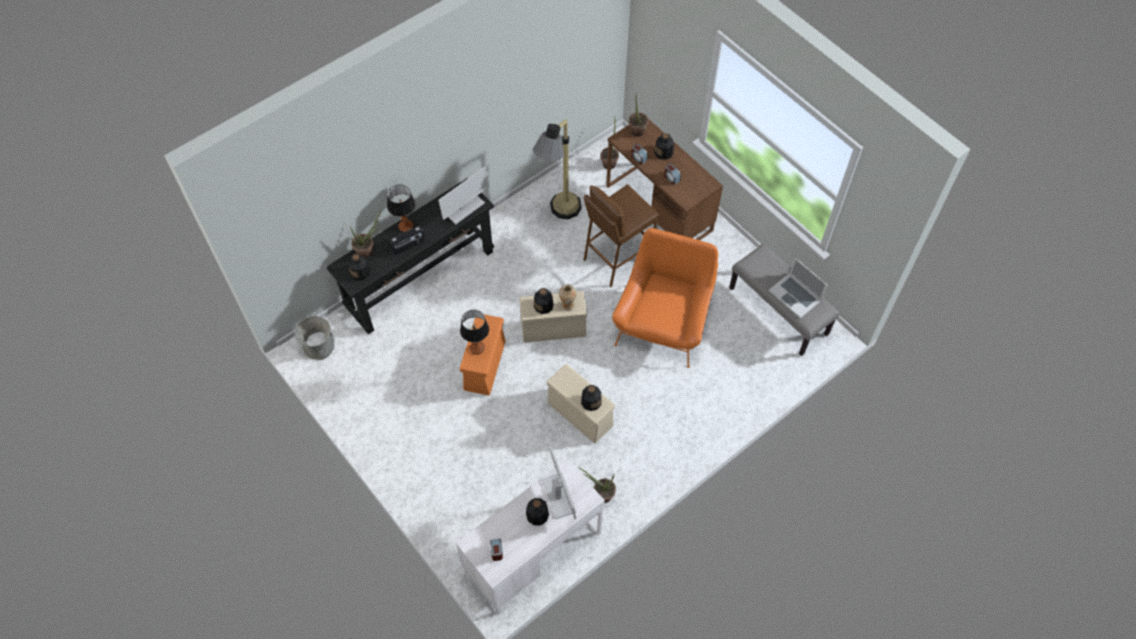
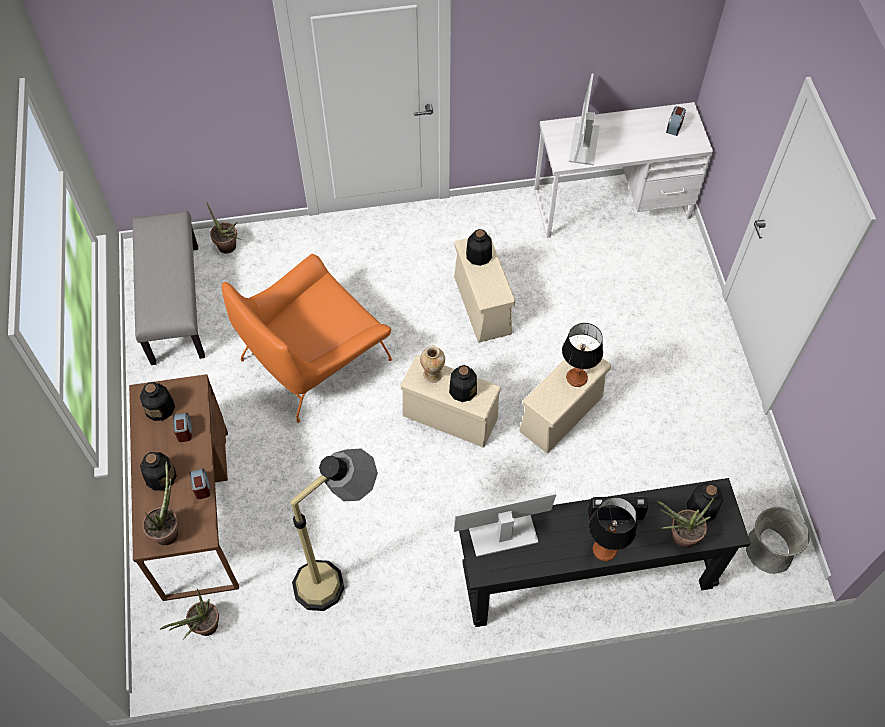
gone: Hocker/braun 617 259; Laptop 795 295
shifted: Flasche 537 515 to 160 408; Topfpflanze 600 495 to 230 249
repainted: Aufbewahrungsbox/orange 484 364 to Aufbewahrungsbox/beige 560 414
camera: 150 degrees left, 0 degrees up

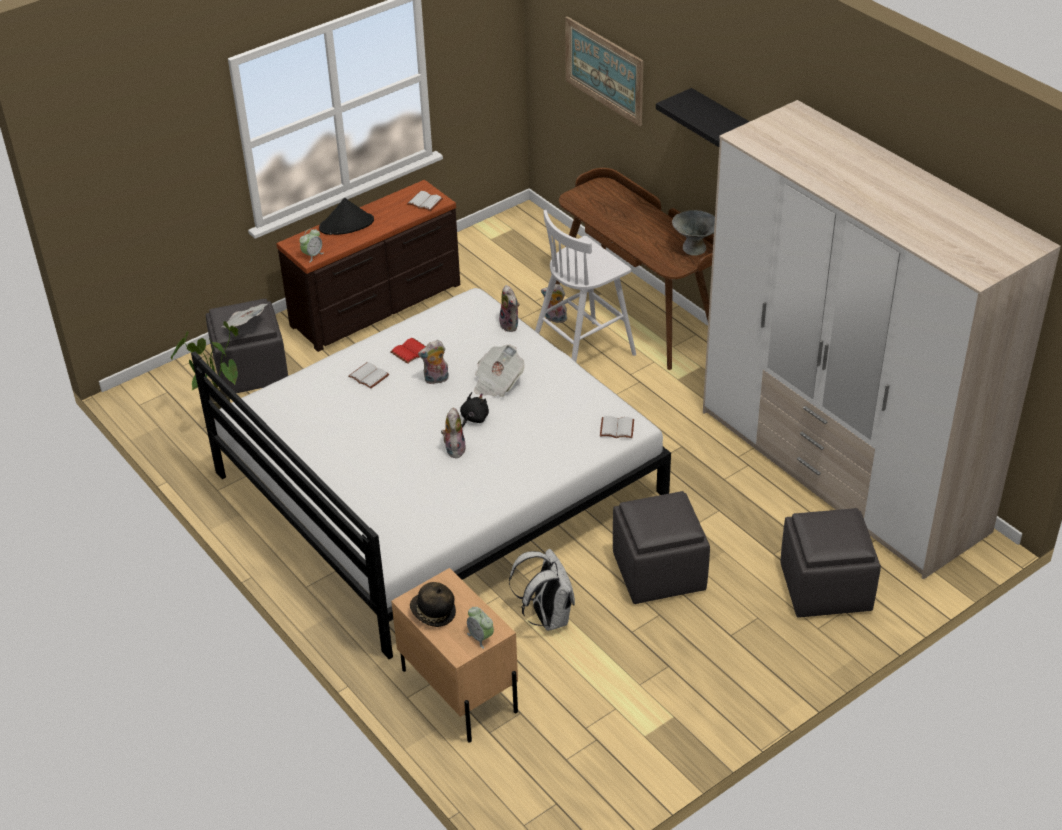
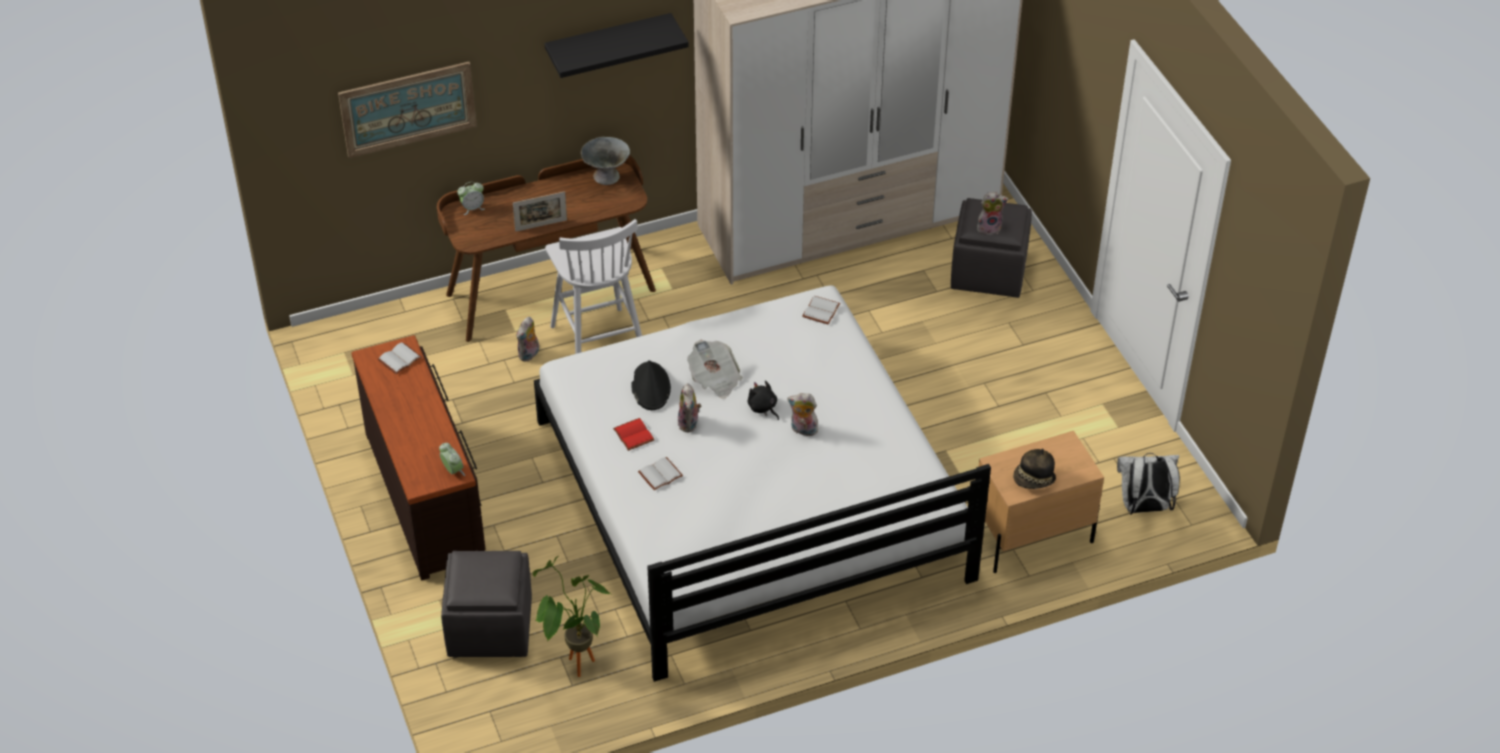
gone: Zeitung 246 326; Polsterhocker/grau 658 573
new: Bilderrahmen 541 225
shifted: Wecker 480 637 to 472 208; Hut/schwarz 347 224 to 650 387; Plüschtier 511 325 to 989 227; Rucksack/weiß 547 617 to 1143 507
camera: 75 degrees left, 5 degrees up

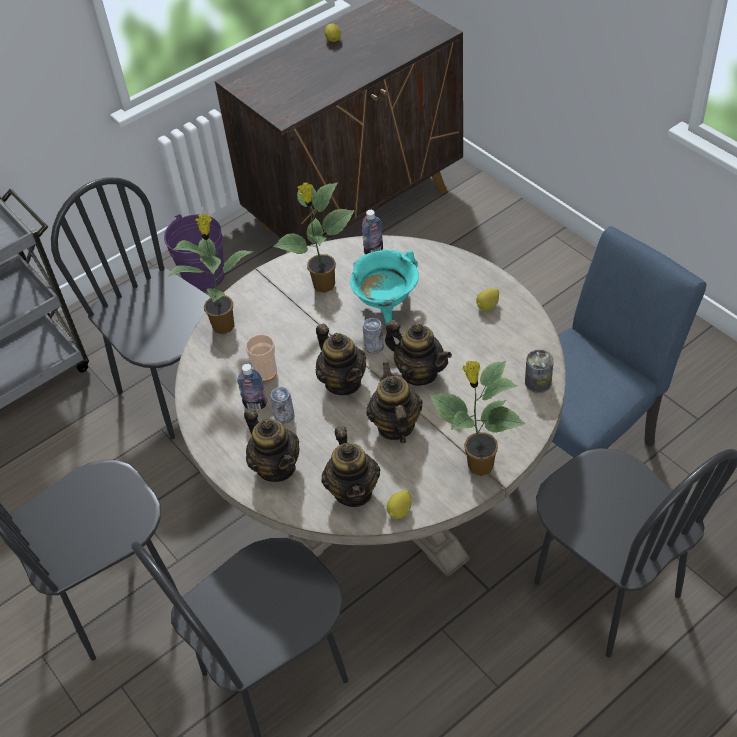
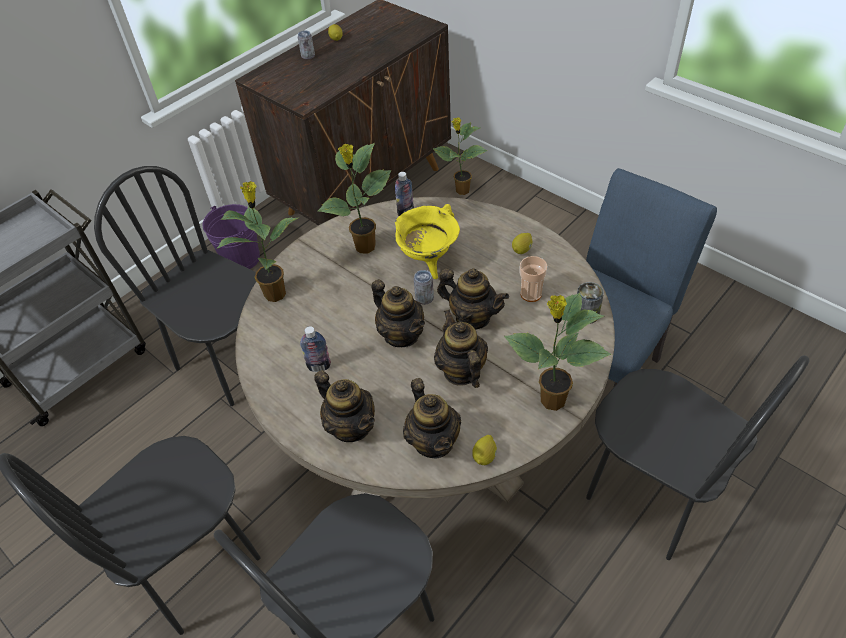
new: Topfpflanze 461 191
shifted: Dose 284 416 to 308 56; Tasse 265 373 to 531 294
repainted: Kochtopf/türkis 386 308 to Kochtopf/gelb 428 261
camera: 10 degrees left, 0 degrees up

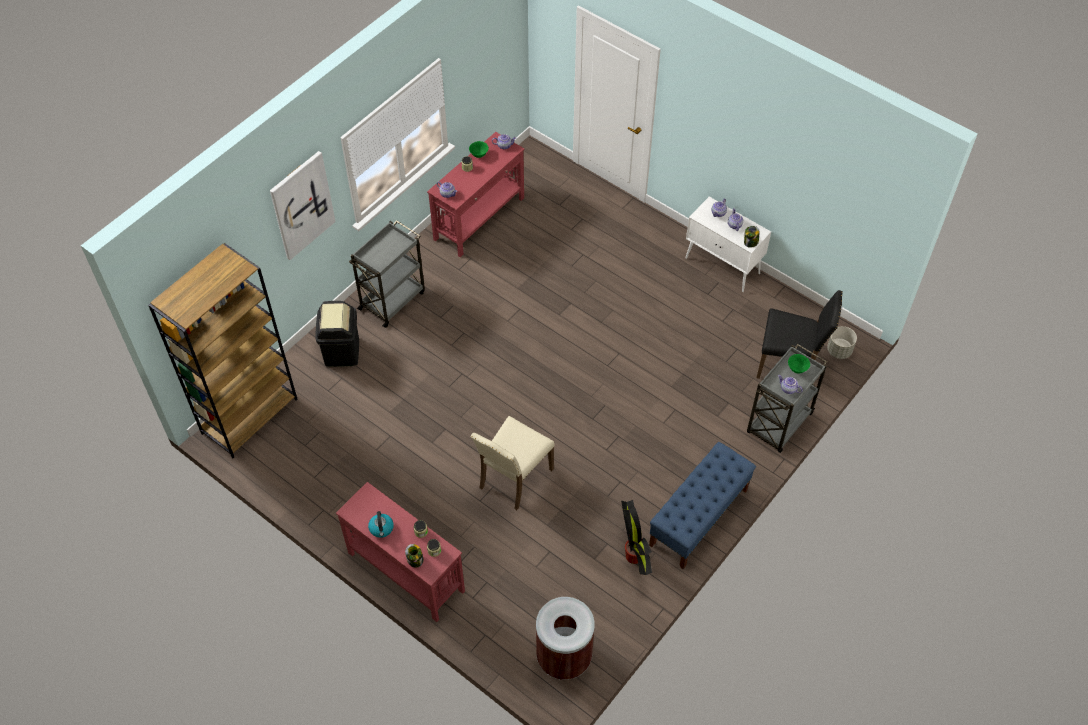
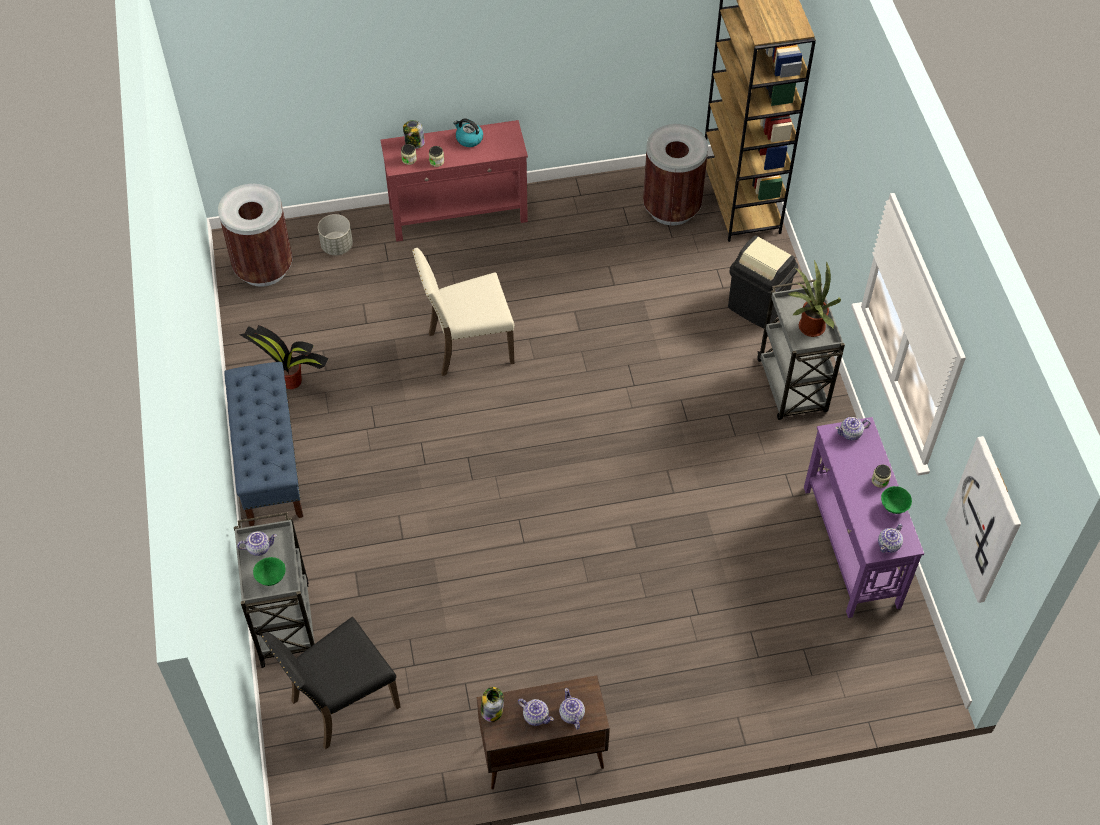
new: Mülleimer/braun 671 208; Topfpflanze 808 327
shifted: Pflanzkübel/grau 839 350 to 337 246; Bild 302 205 to 985 520
repainted: Schrank/weiß 723 266 to Schrank/braun 541 756; Konsolentisch/rot 480 218 to Konsolentisch/lila 850 547
rotated: Stuhl/beige 513 479 = 468 346 90 degrees counterclockwise
camera: 130 degrees right, 0 degrees up

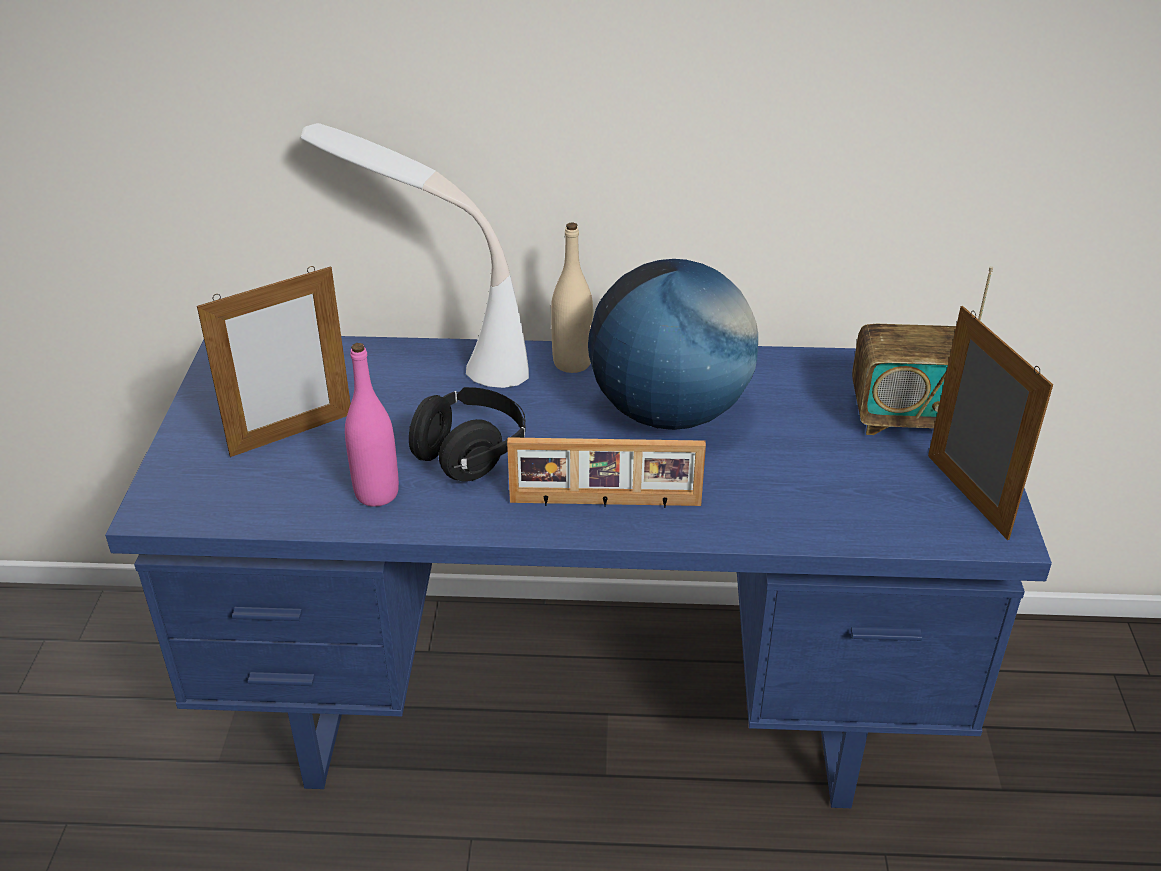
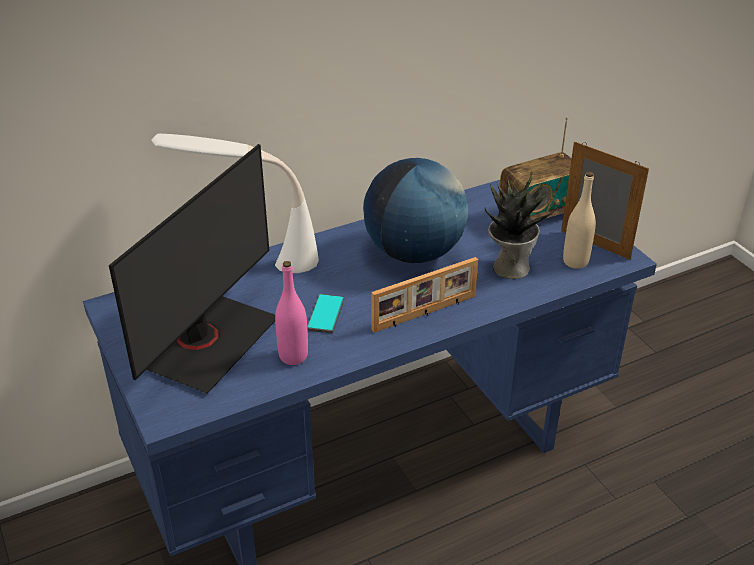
new: Topfpflanze 509 267
shifted: Flasche/beige 572 363 to 575 261
swapped: Bilderrahmen 292 434 to Monitor 206 342; Kopfhörer/schwarz 470 453 to Handy 326 314
camera: 30 degrees left, 0 degrees up

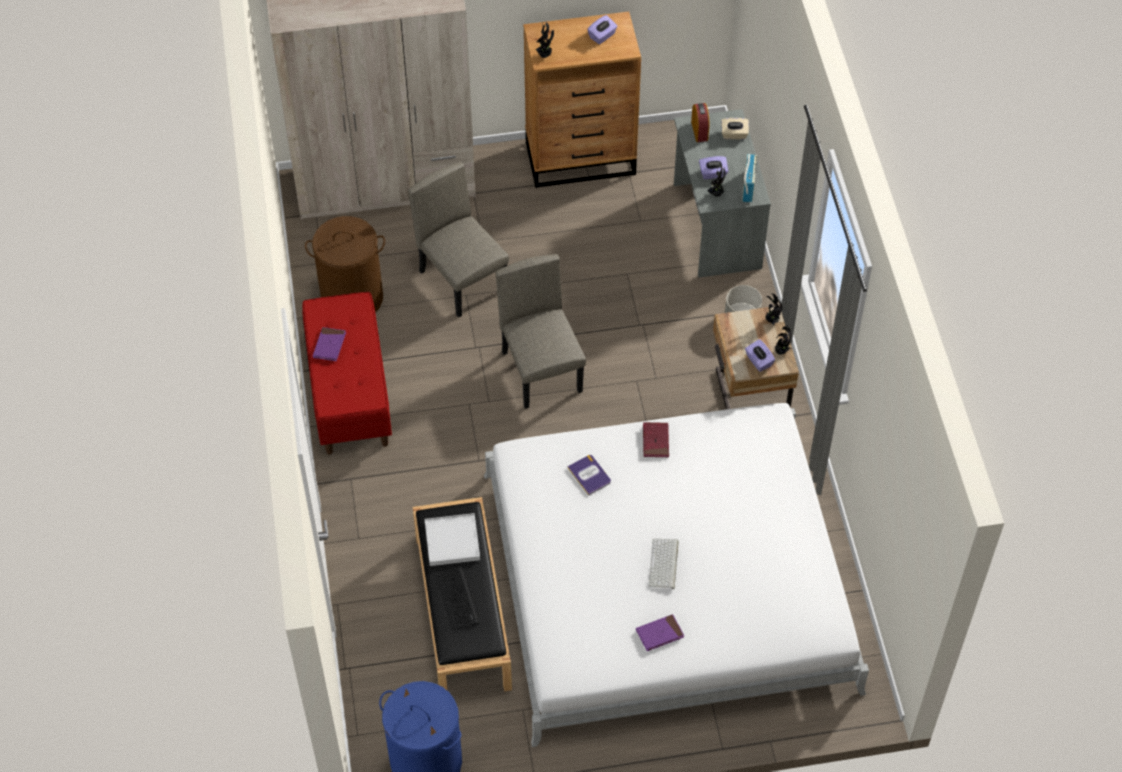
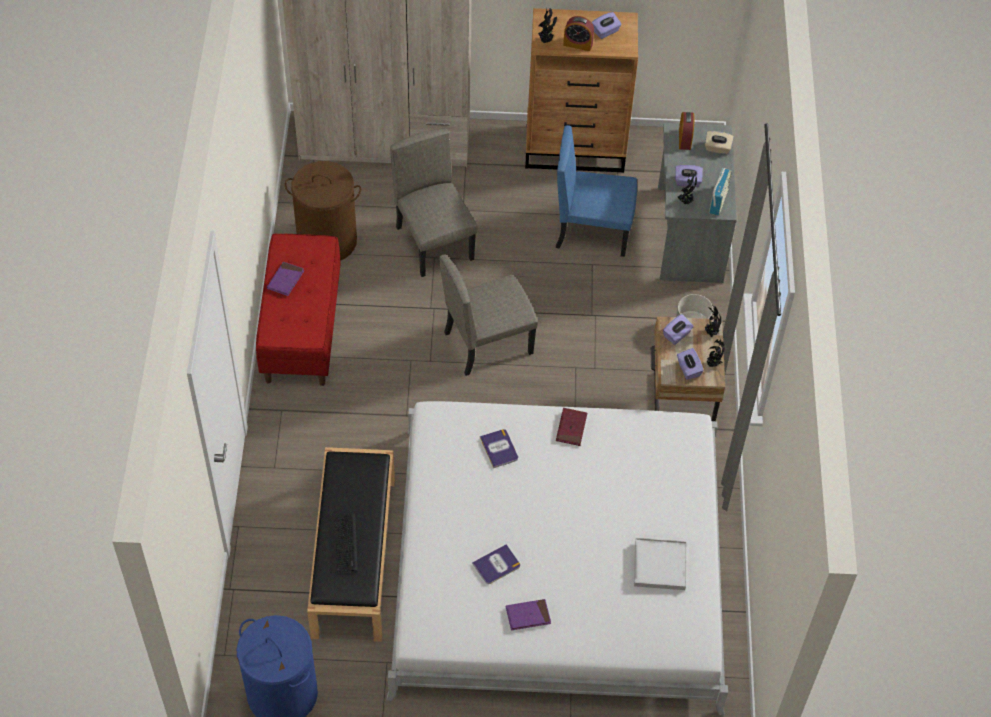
gone: Tastatur 664 564
new: Buch 496 565; Stuhl/blau 593 230; Wecker 578 44; Taschentuchbox/lila 677 335
shifted: Tablett/weiß 452 541 to 660 565
rotated: Stuhl/beige 542 371 = 488 342 105 degrees counterclockwise
camera: 10 degrees right, 0 degrees up

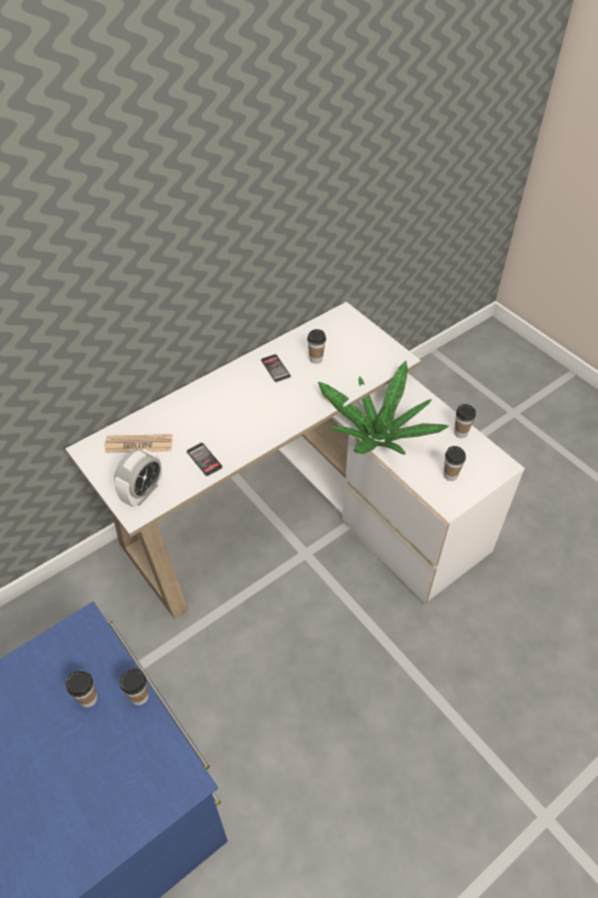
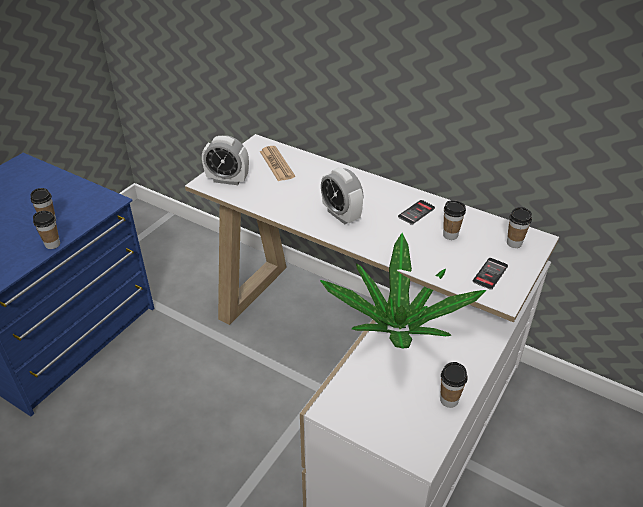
new: Wecker 341 215
shifted: Handy 204 459 to 490 274; Tasse 450 475 to 514 243
camera: 70 degrees right, 10 degrees down

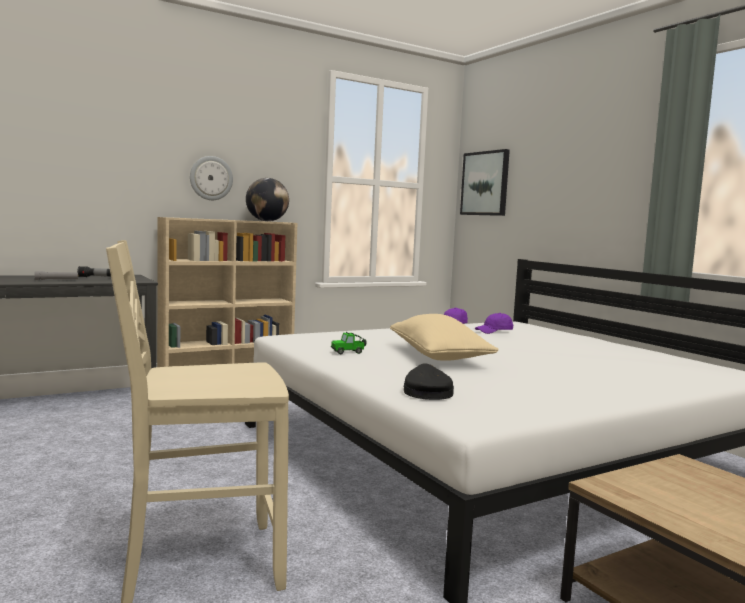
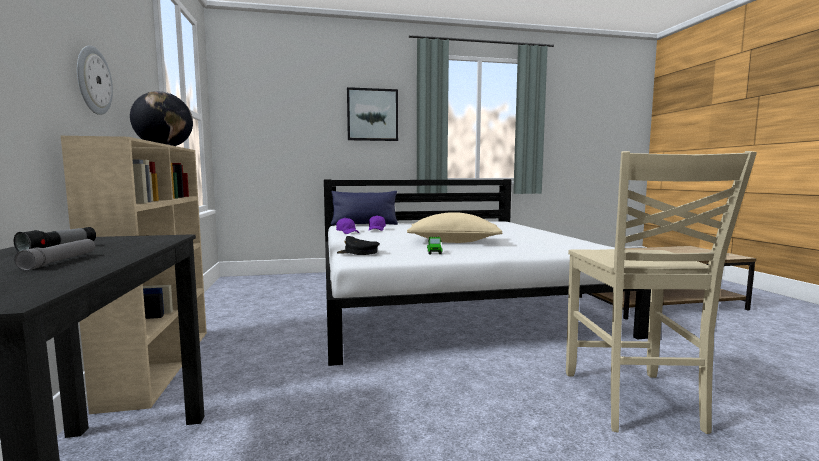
new: Kissen/blau 364 224
shifted: Kappe/schwarz 426 392 to 358 252; Bild 485 183 to 372 115
camera: 70 degrees left, 0 degrees up

